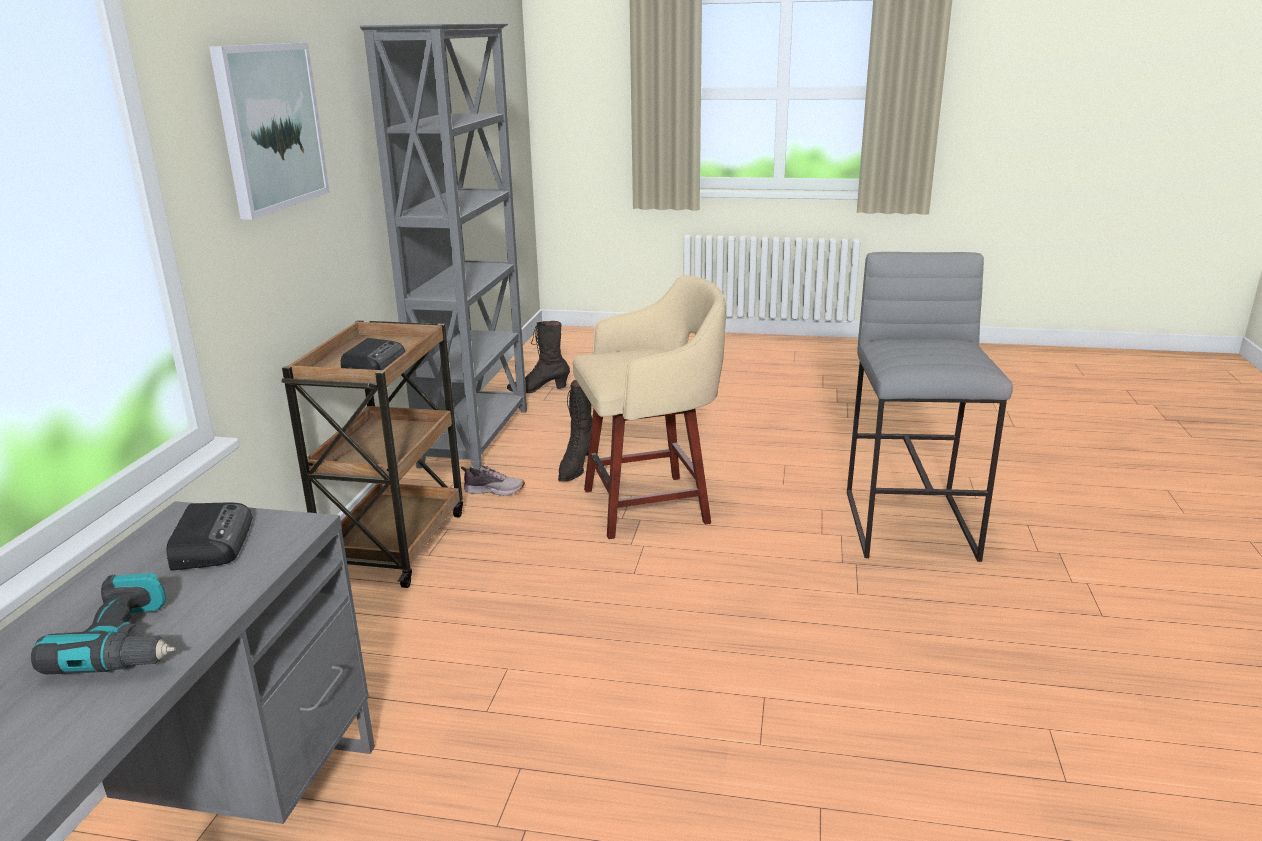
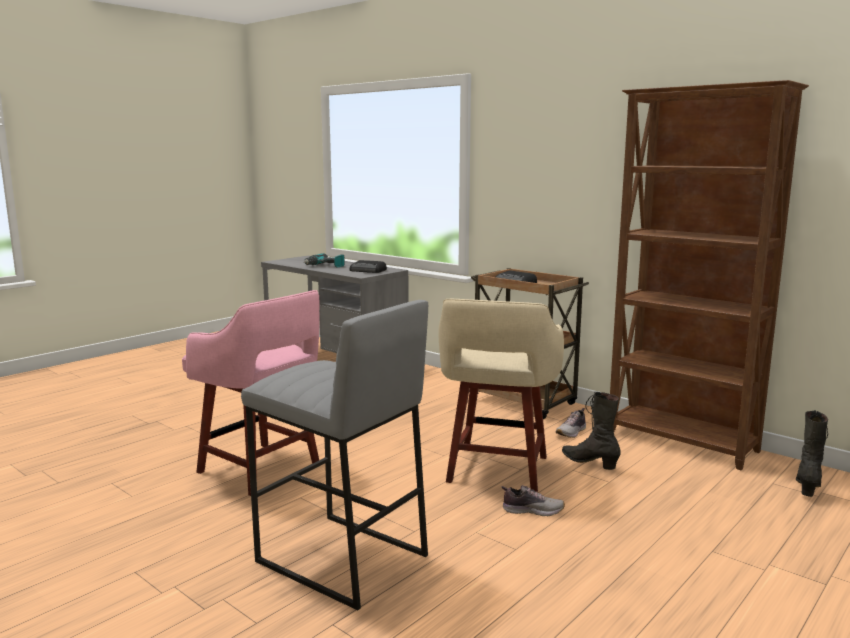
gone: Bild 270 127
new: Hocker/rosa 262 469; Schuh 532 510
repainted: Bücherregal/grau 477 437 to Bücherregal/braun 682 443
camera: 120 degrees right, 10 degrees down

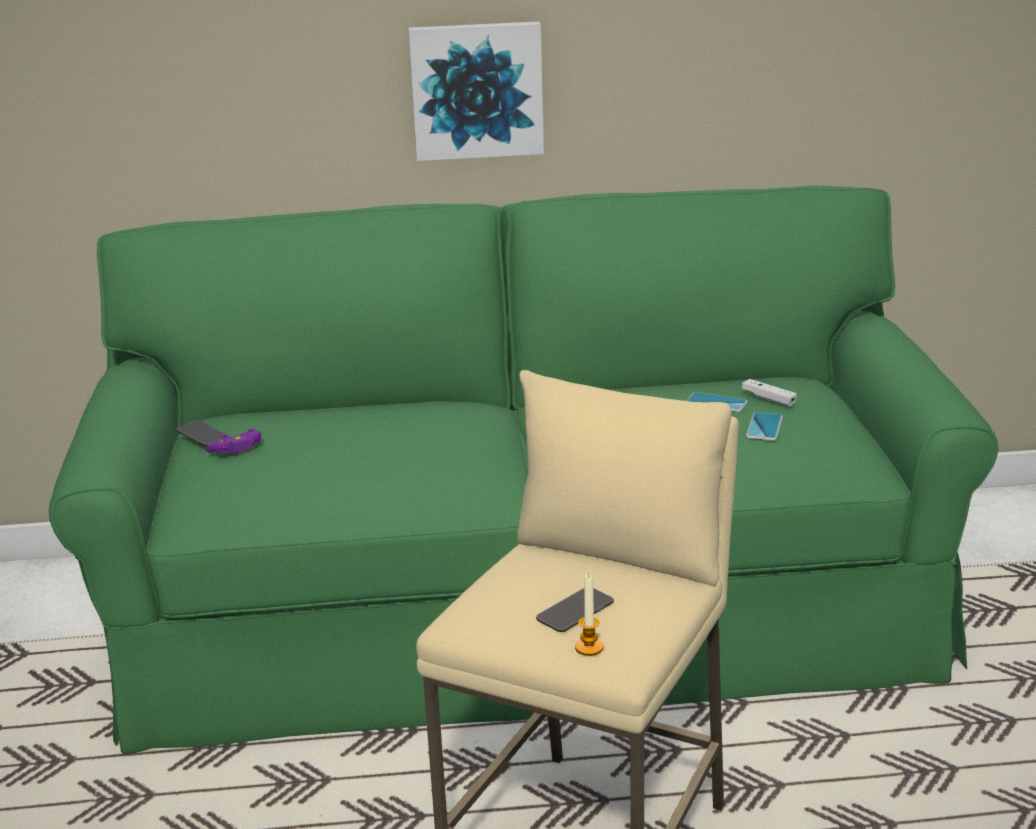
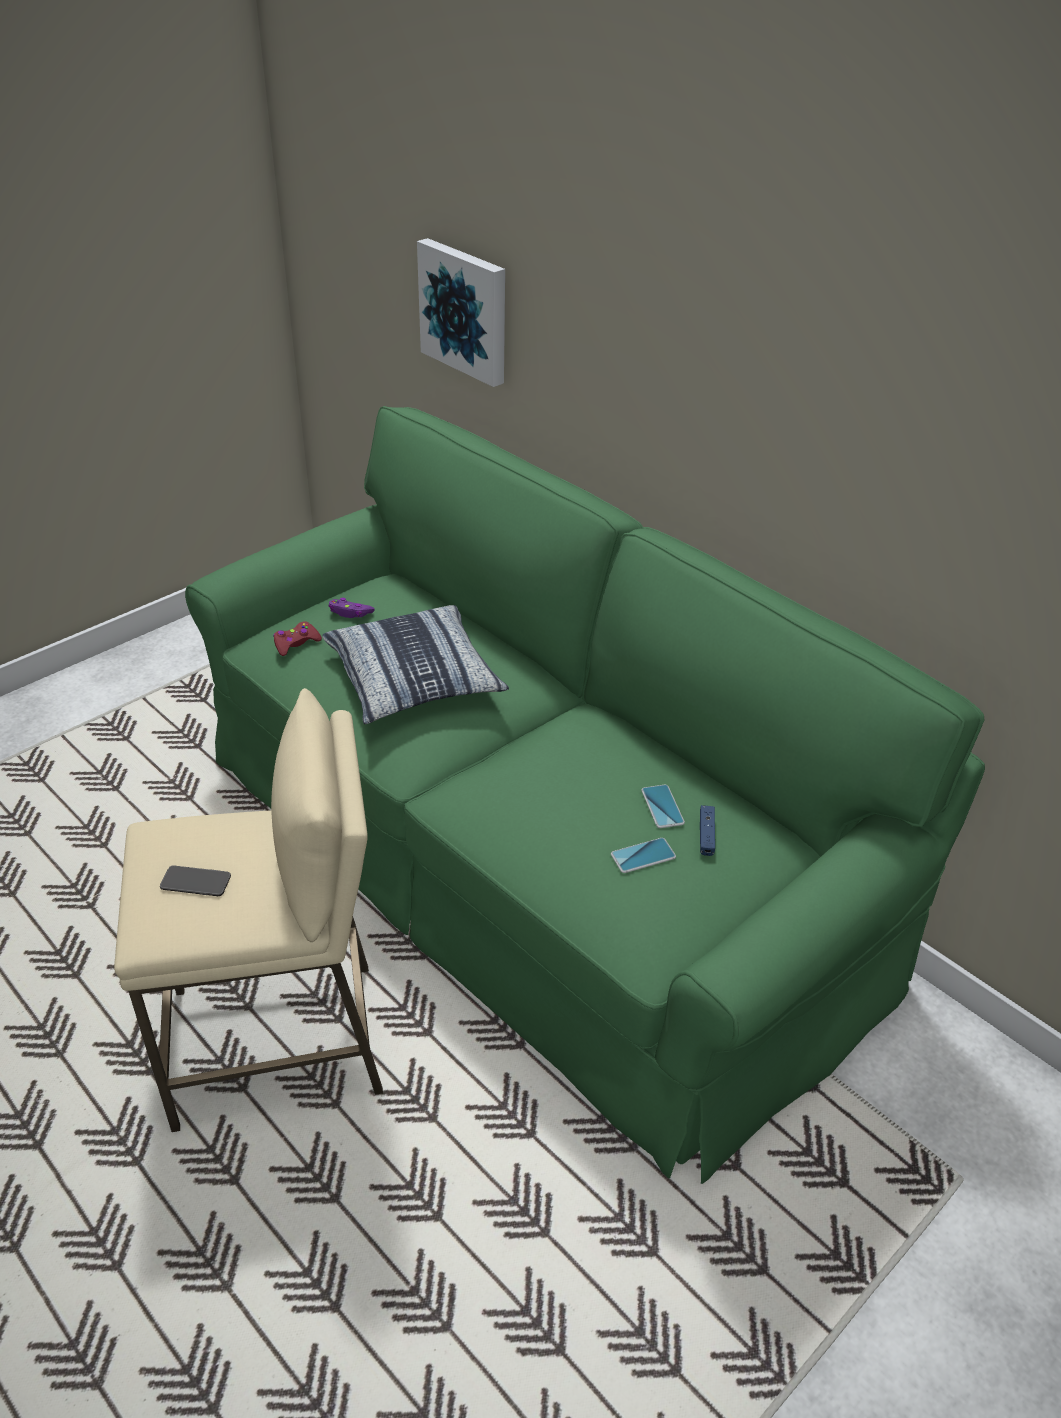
gone: Handy 202 435; Kerze 589 647
new: Gamepad/rot 296 643; Kissen 414 679
shifted: Bild 476 90 to 466 311
repainted: Gamepad/weiß 768 398 to Gamepad/blau 706 835
camera: 50 degrees right, 15 degrees up

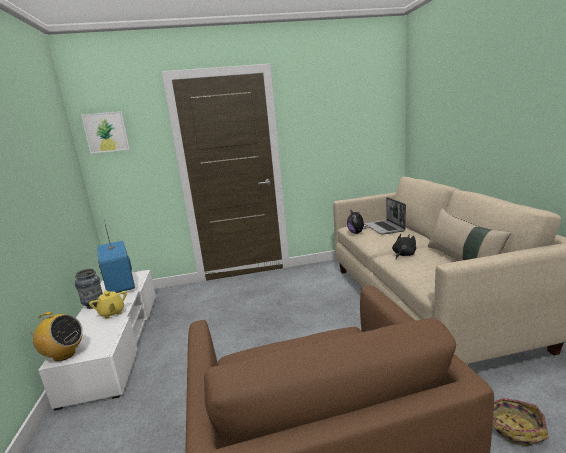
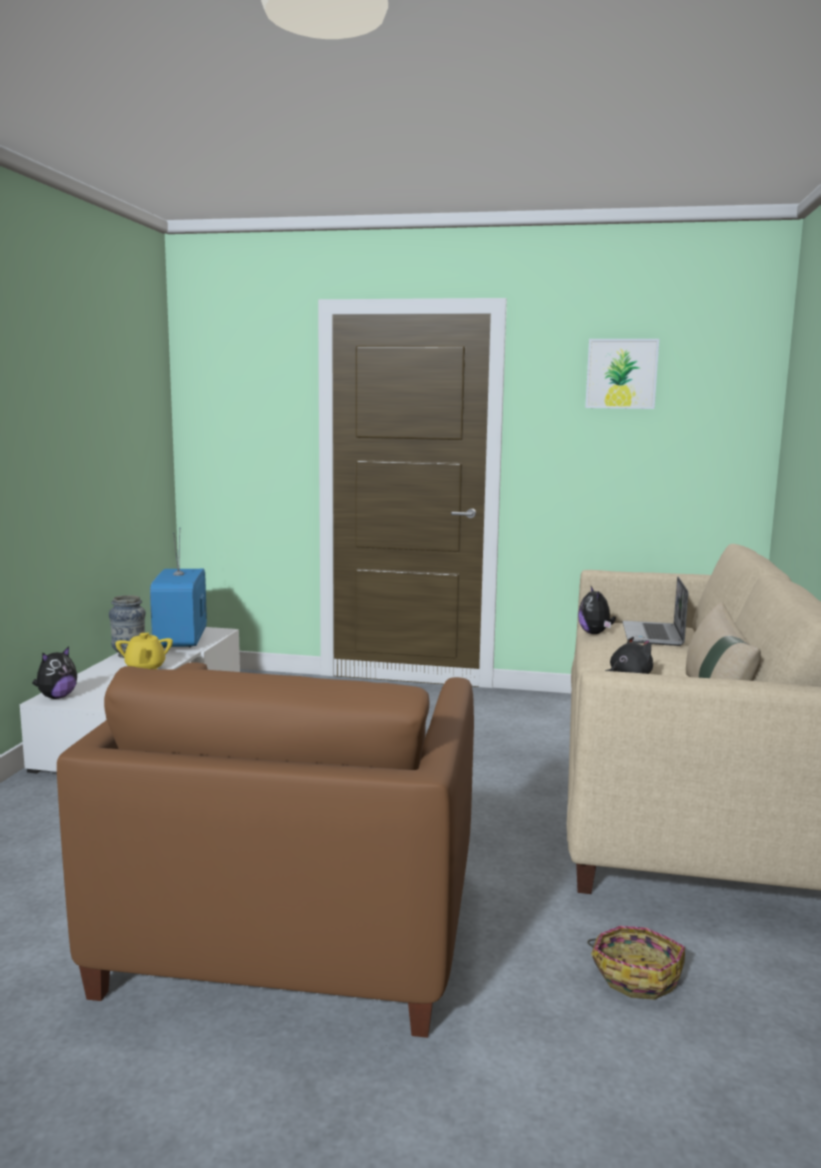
shifted: Bild 106 132 to 621 374
swapped: Radio 64 354 to Plüschtier 57 697
camera: 20 degrees right, 5 degrees down

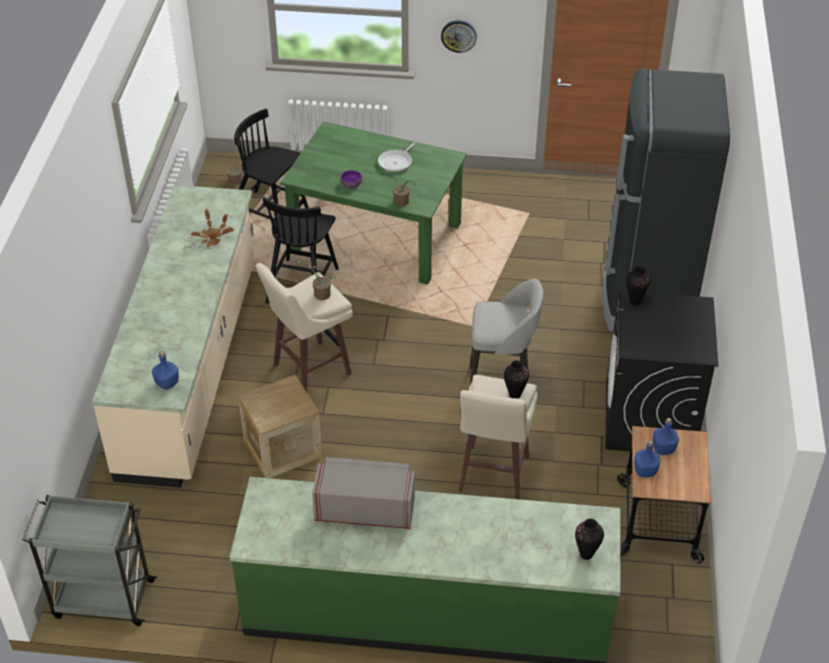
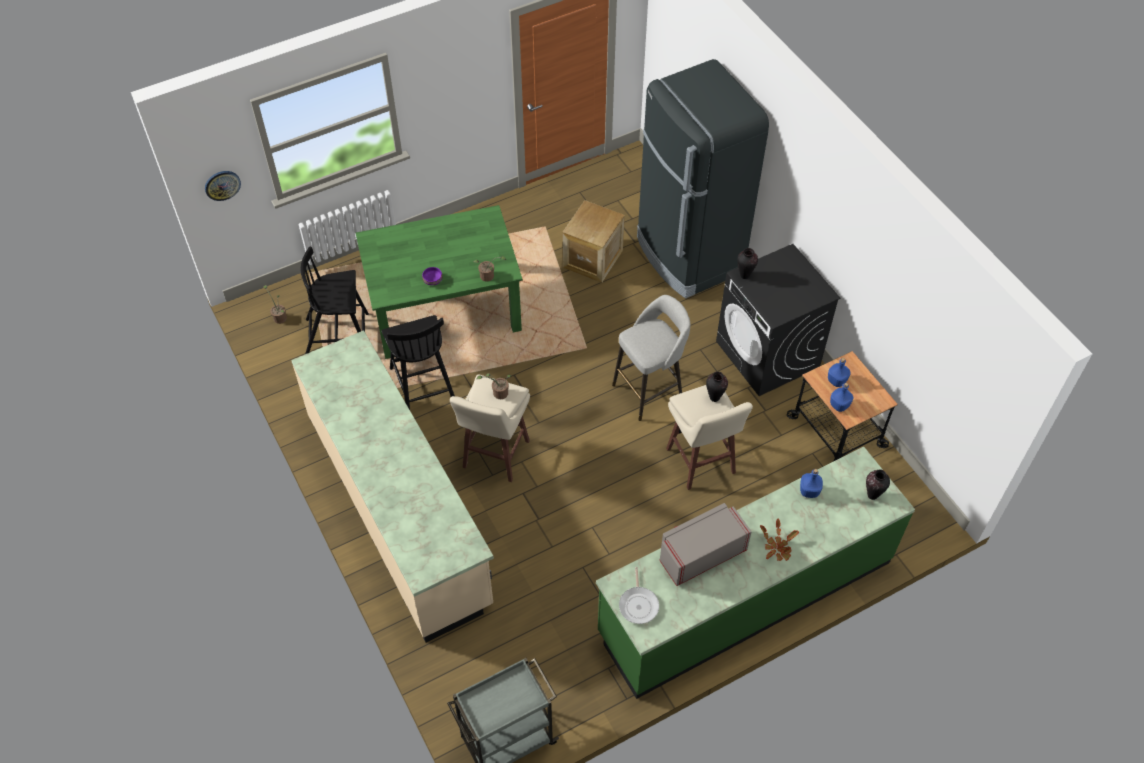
shifted: Wanduhr 458 35 to 222 185; Kiste 283 449 to 592 259; Pfanne 396 162 to 638 604; Topfpflanze 212 237 to 777 547; Flasche/blau 167 384 to 809 492
camera: 35 degrees left, 10 degrees up

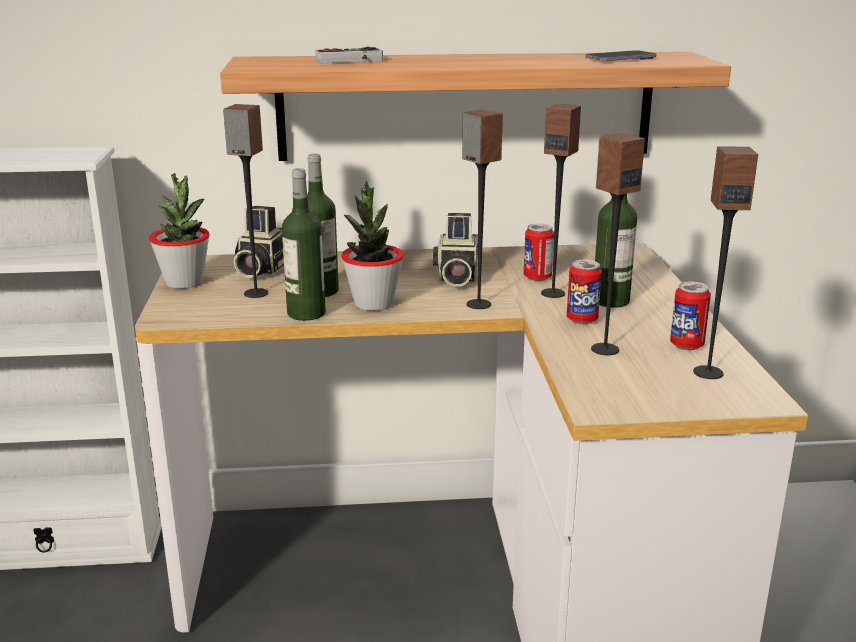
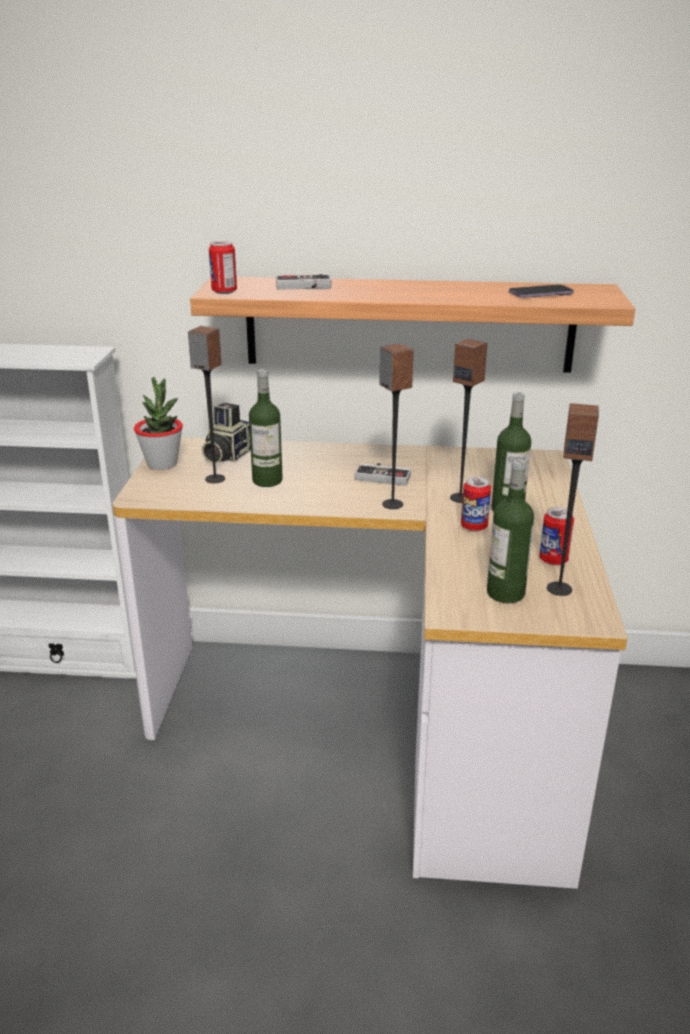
gone: Topfpflanze 373 304; Lautsprecher 604 349
shifted: Dose 537 277 to 224 292; Flasche 306 313 to 505 593
swapped: Kamera 455 277 to Gamepad 384 475
camera: 10 degrees right, 5 degrees up

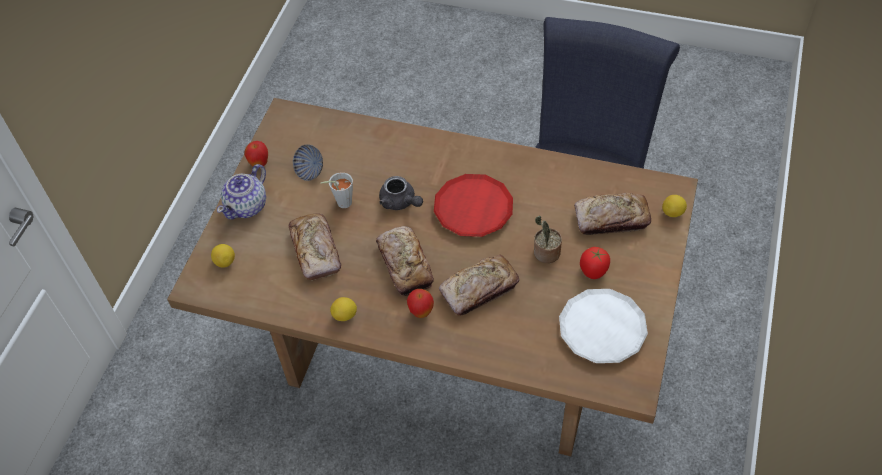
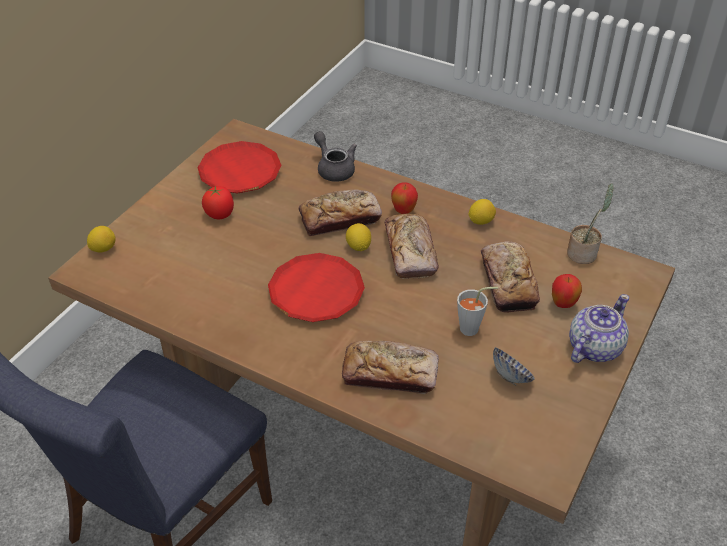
shifted: Teekanne/grau 400 202 to 334 169; Brot 611 219 to 390 374; Zitrone 225 262 to 358 246; Apfel 259 164 to 563 304; Topfpflanze 545 253 to 583 253
repainted: Teller/weiß 602 329 to Teller/rot 240 172
camera: 170 degrees left, 10 degrees down

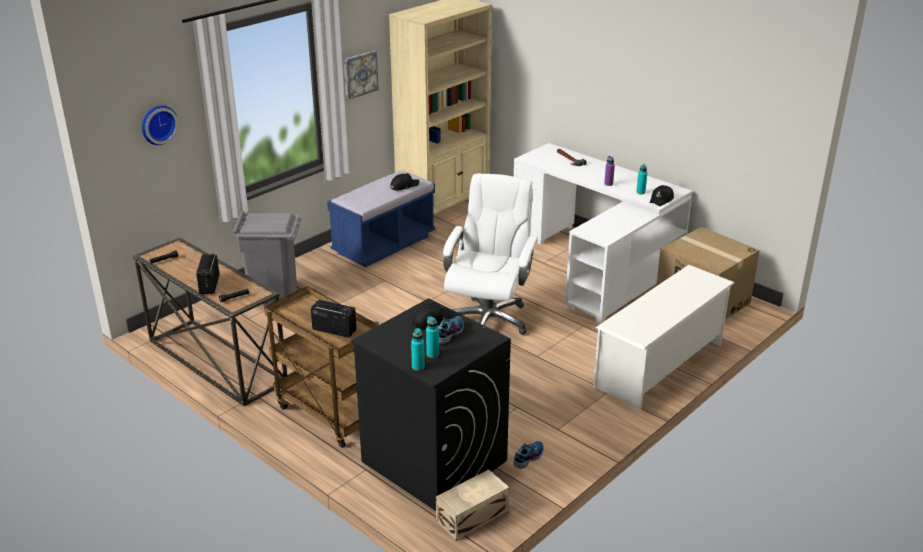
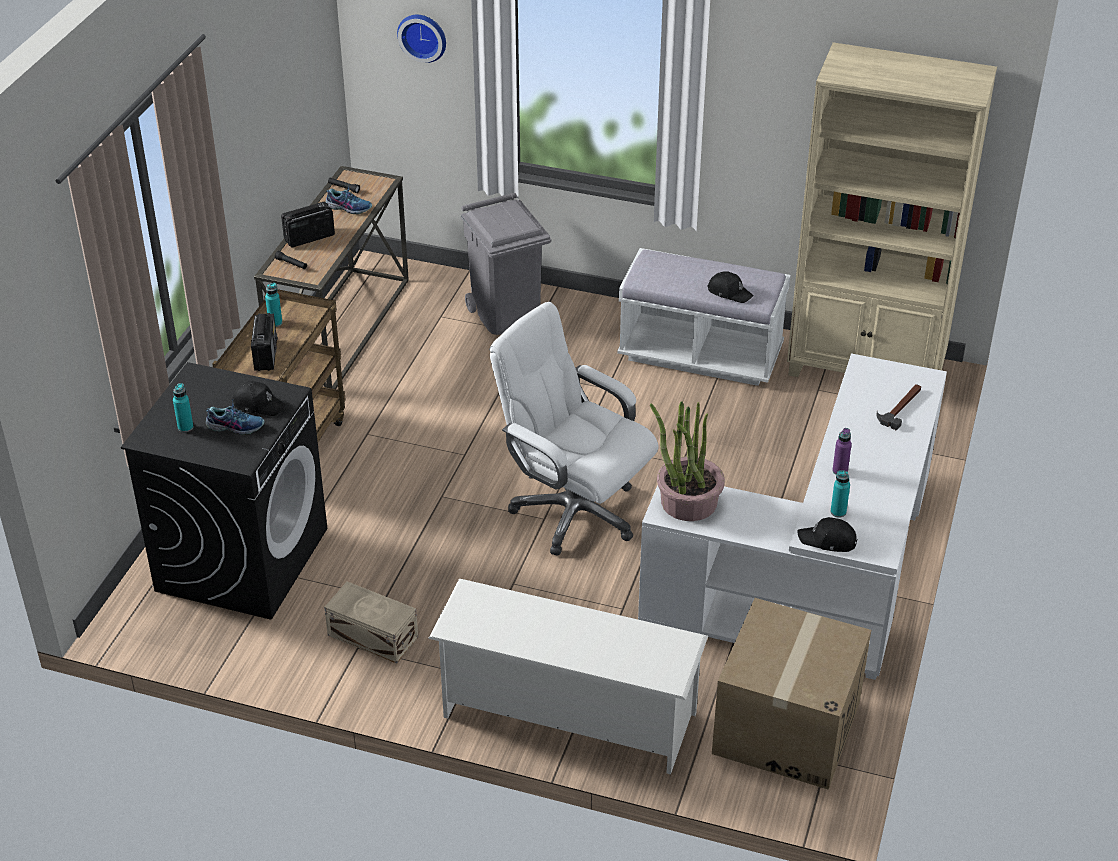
gone: Bild 359 74
new: Topfpflanze 688 502
shifted: Flasche/türkis 418 367 to 275 323; Aufbewahrungsbox/beige 471 516 to 372 634; Schuh 528 457 to 349 207
repainted: Bank/blau 384 245 to Bank/weiß 700 355
rotated: Bürostuhl/weiß 488 319 = 574 511 135 degrees counterclockwise
camera: 65 degrees right, 10 degrees up

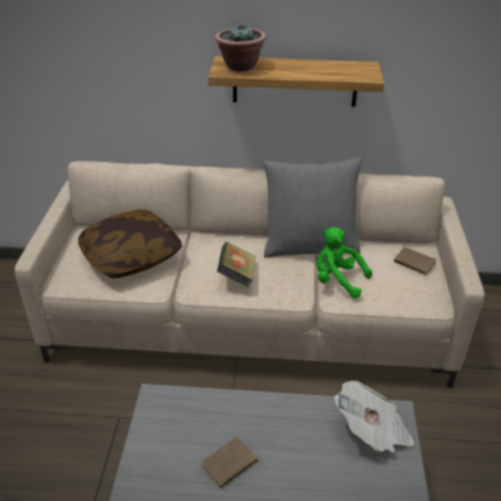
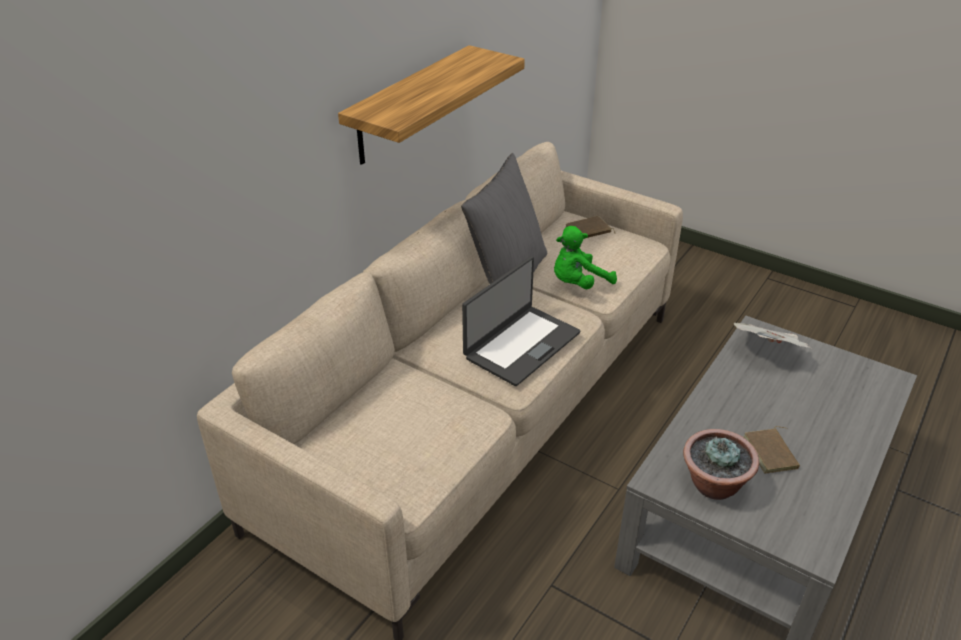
gone: Kissen 131 256
shifted: Topfpflanze 240 66 to 713 486
swapped: Buch 237 276 to Laptop 521 344
camera: 60 degrees left, 0 degrees up

